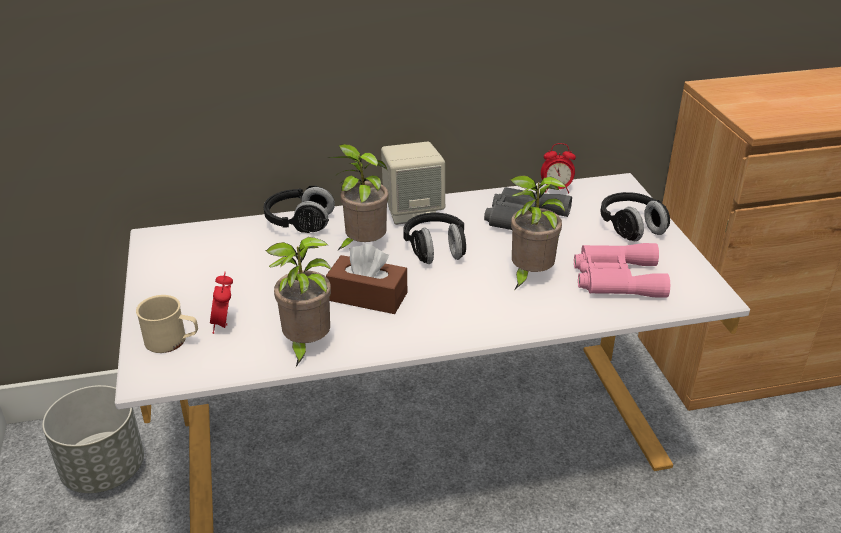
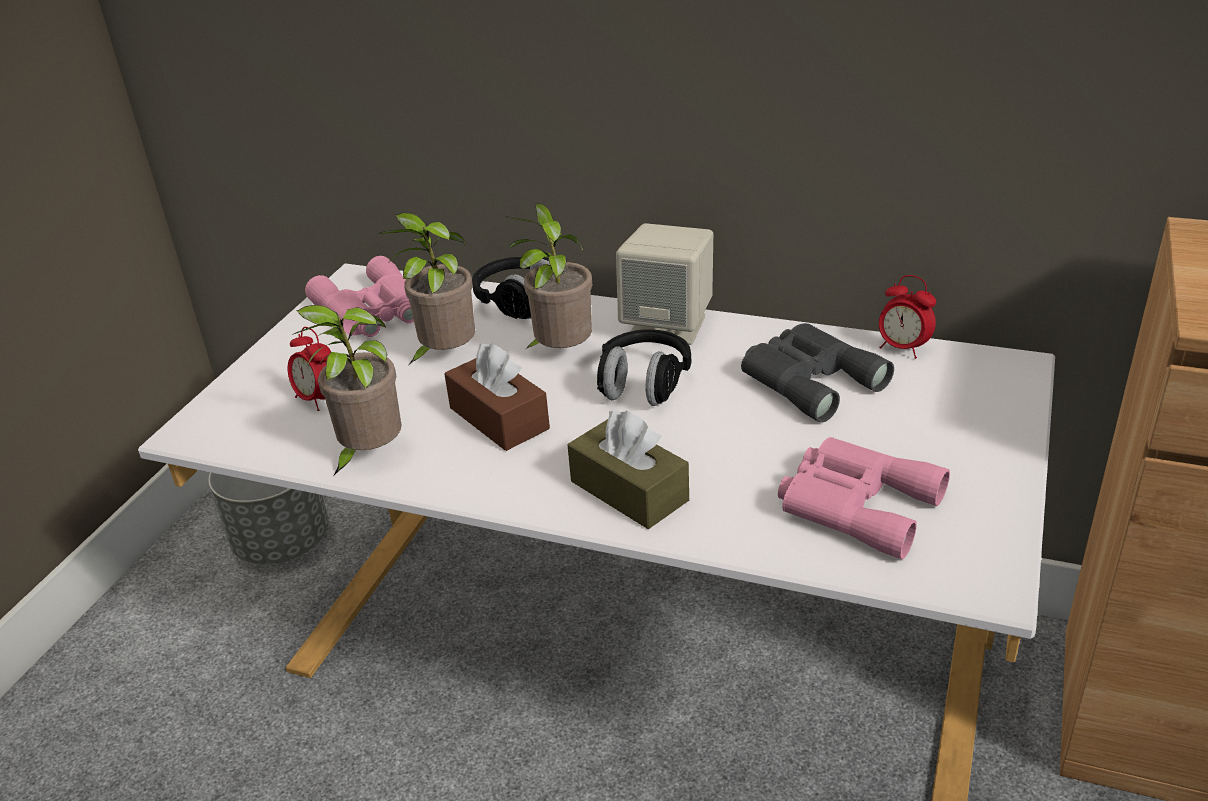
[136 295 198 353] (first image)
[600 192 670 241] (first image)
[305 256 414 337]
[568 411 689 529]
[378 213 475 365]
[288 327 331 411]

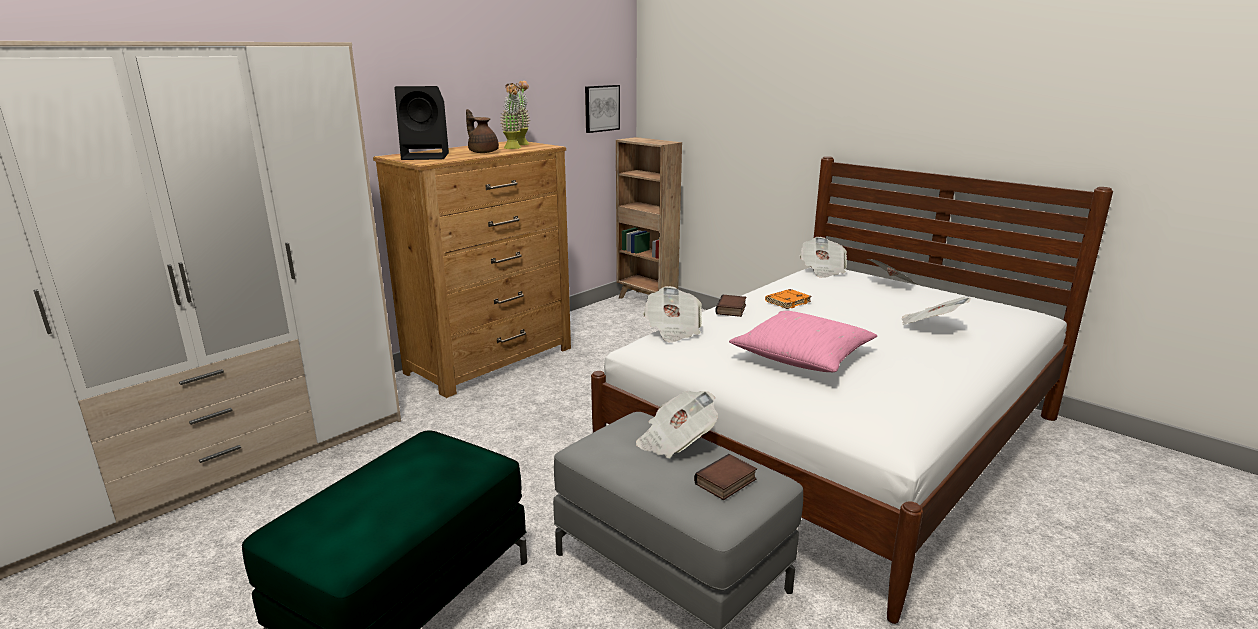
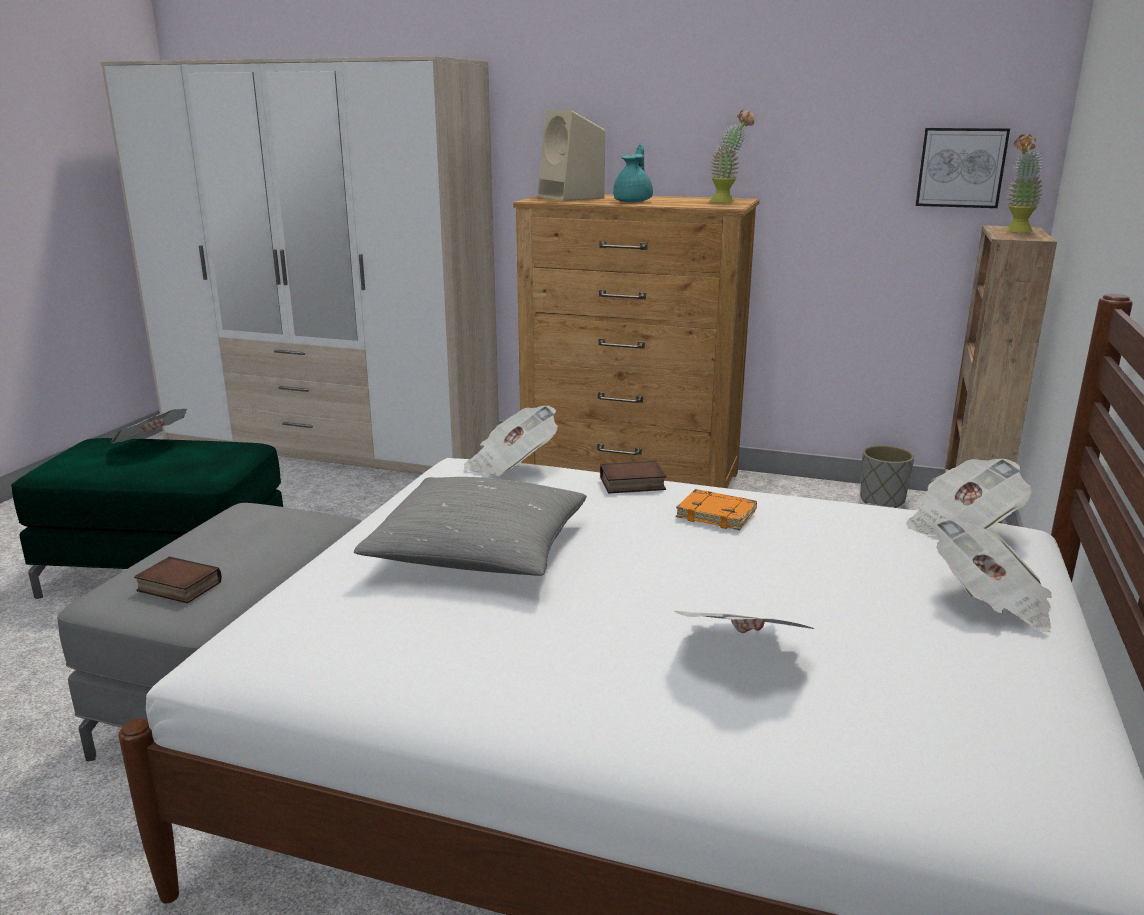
[860 445 914 508]
[1005 134 1044 233]
[110 409 187 444]
[538 110 605 201]
[613 144 653 202]
[354 477 587 576]

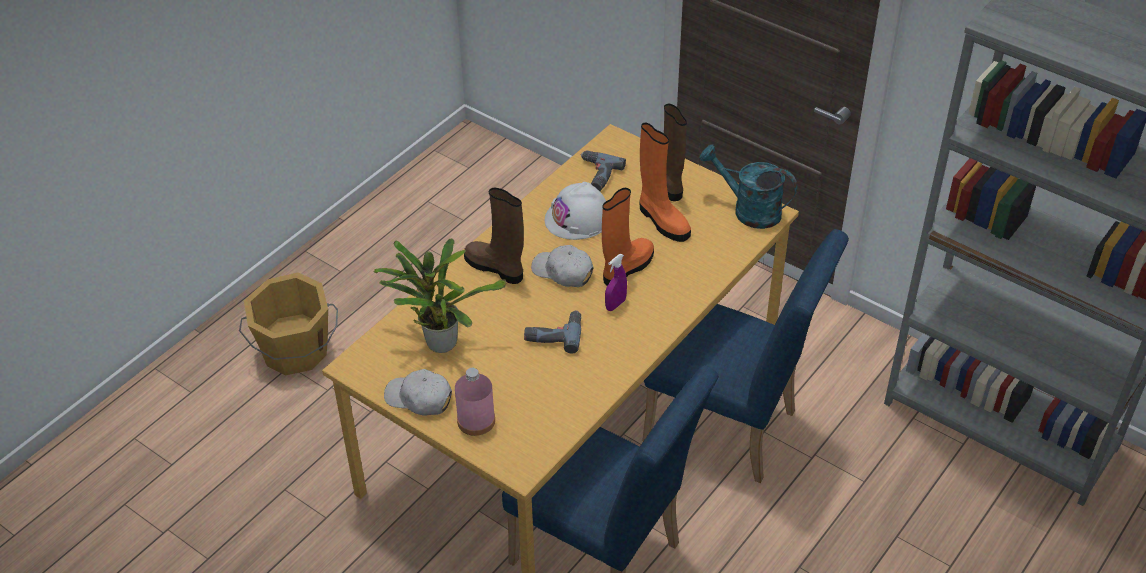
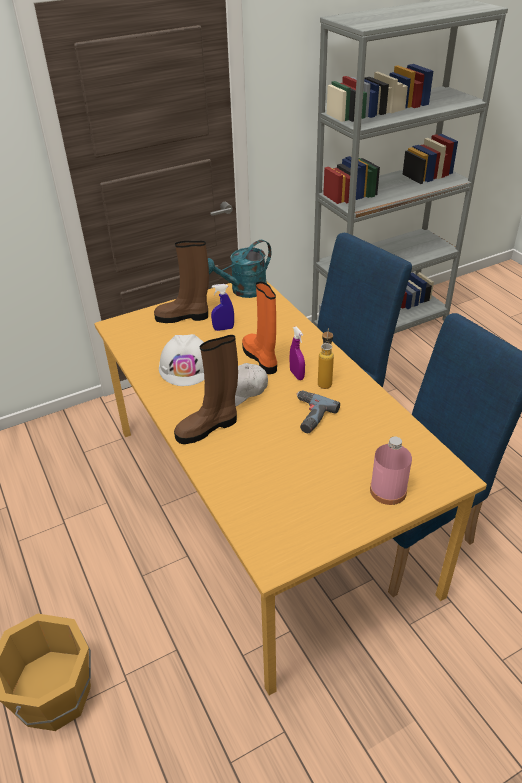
[373 238 507 353] (first image)
[384 369 452 416] (first image)
[581 150 626 191] (first image)
[318 328 334 389]
[211 284 234 331]

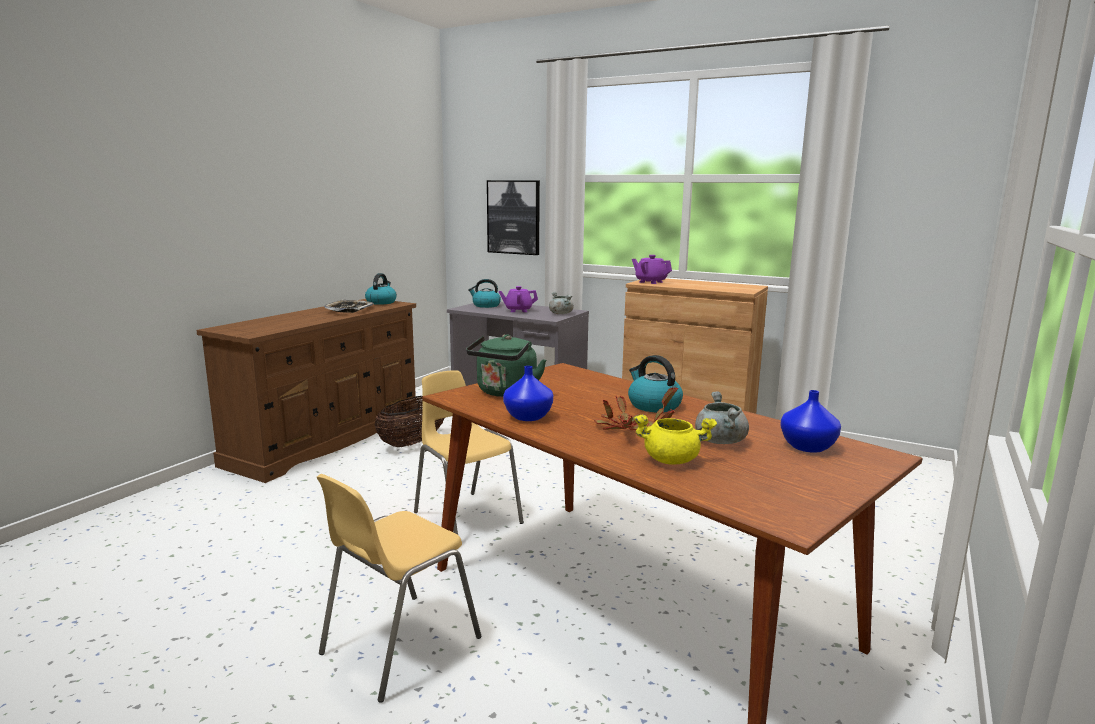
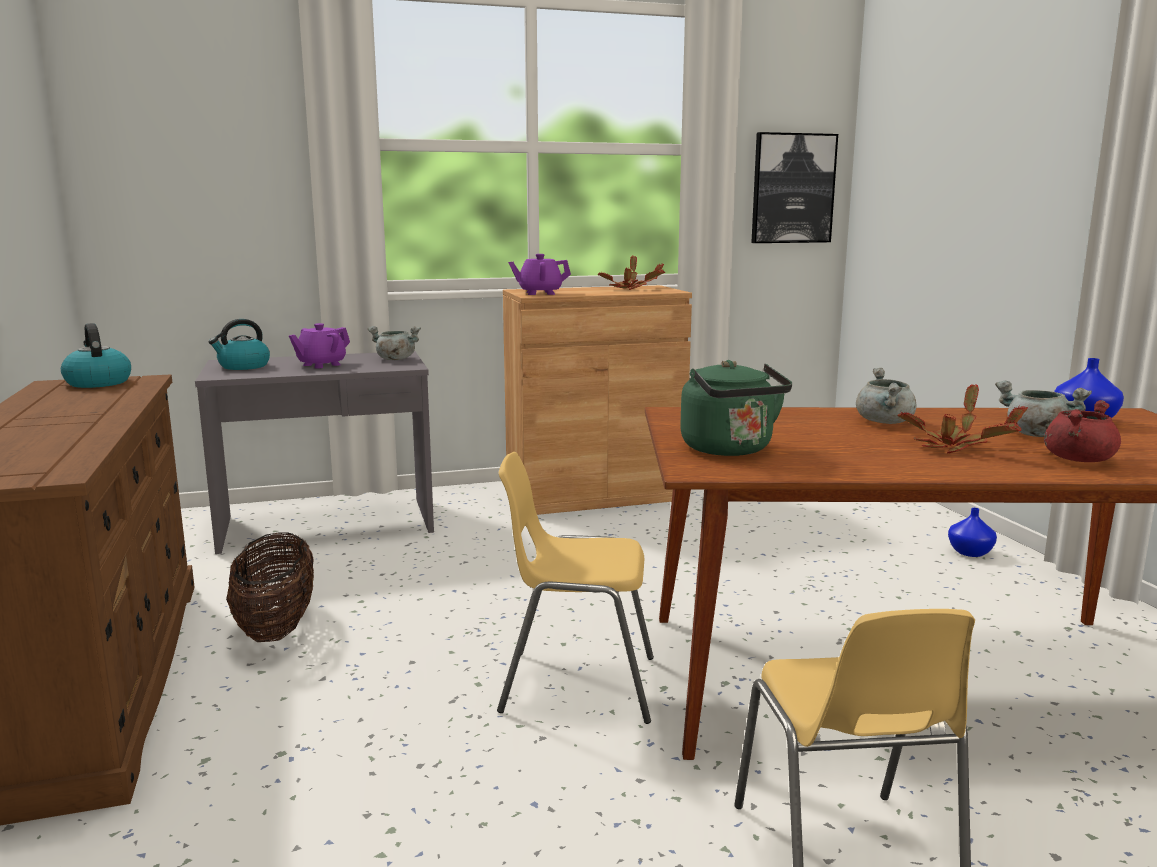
[324 300 374 313] (first image)
[597 255 665 290]
[751 132 838 243]
[948 508 997 557]
[856 368 917 424]
[1044 400 1121 462]

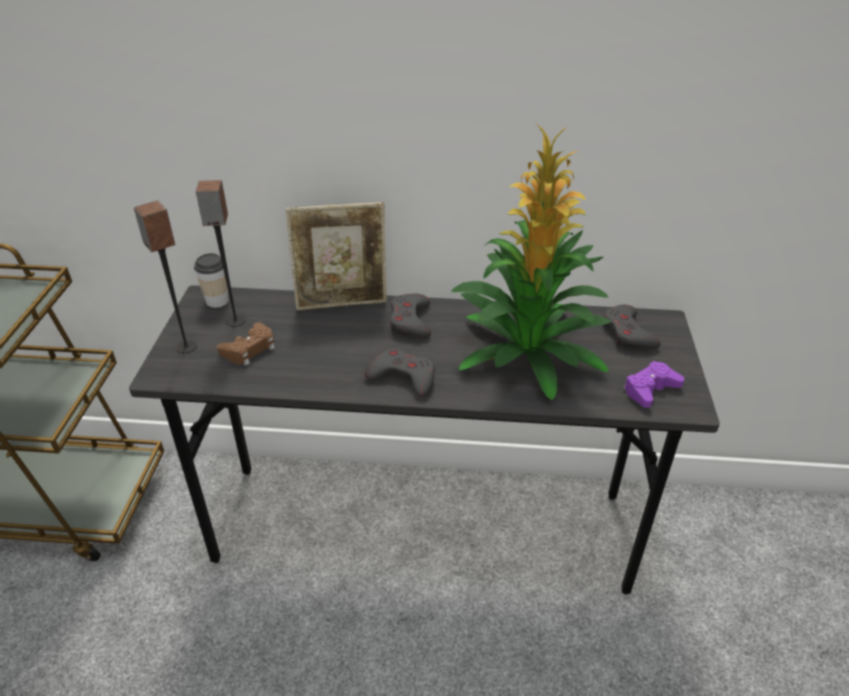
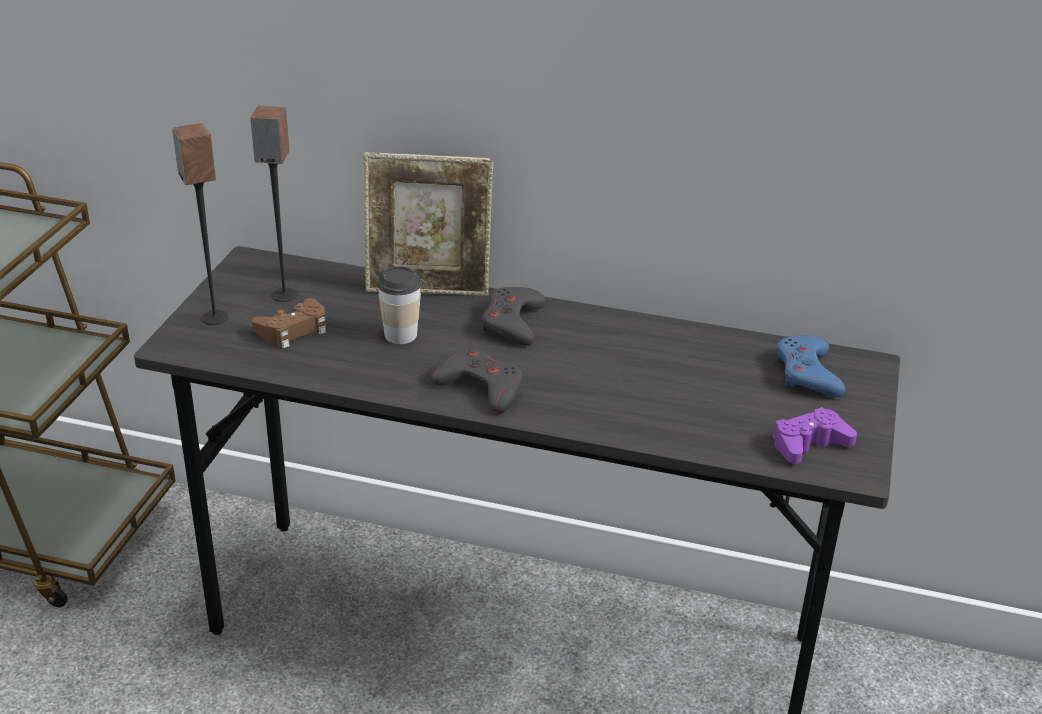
[452 124 612 400] (first image)
[377 266 422 344]
[776 335 846 397]

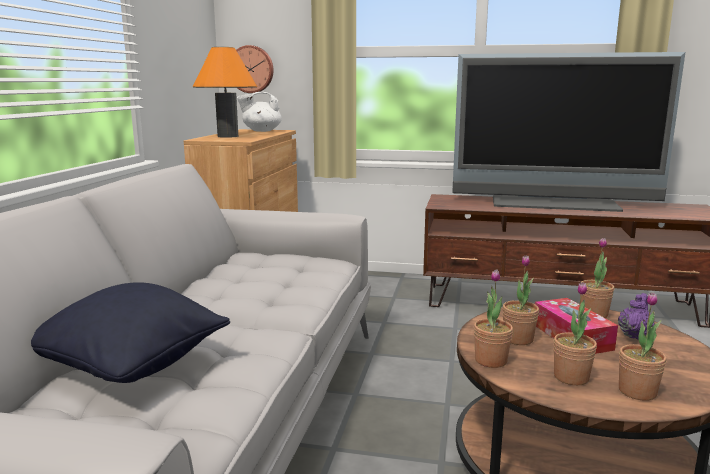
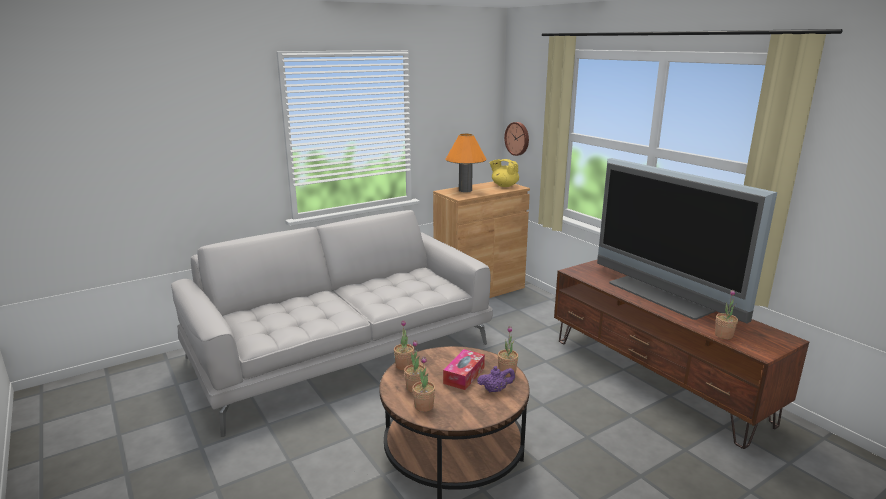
[31 282 230 383] (first image)
[715 290 738 339]
[490 159 519 187]

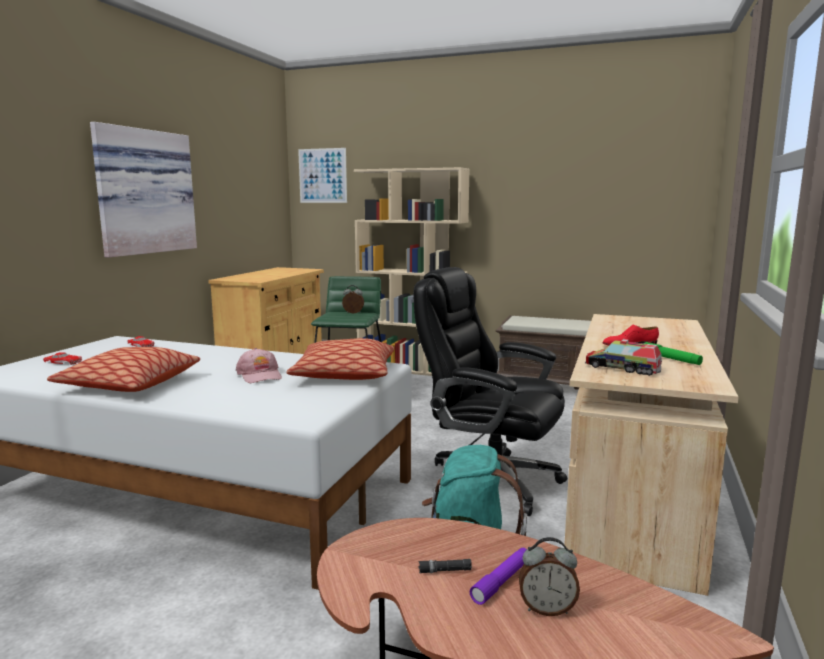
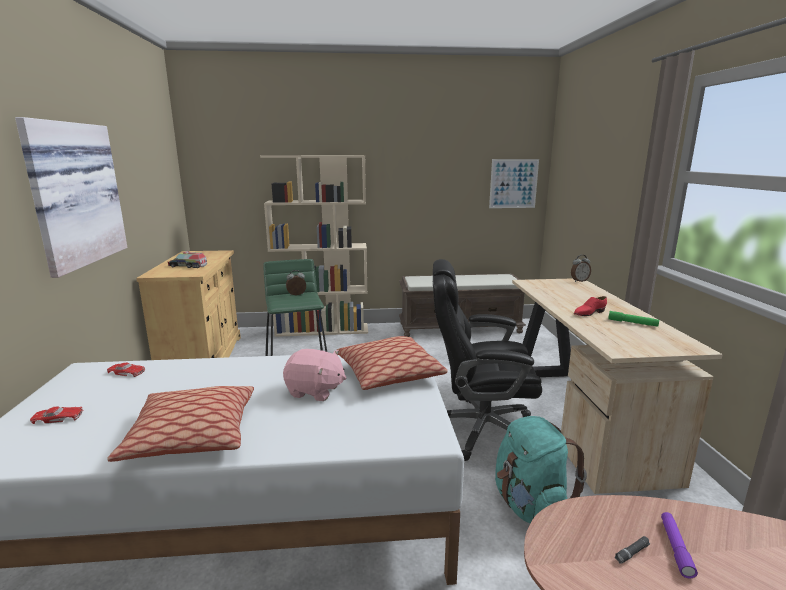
[489 159 539 208]
[571 255 591 282]
[168 251 207 268]
[283 349 347 401]

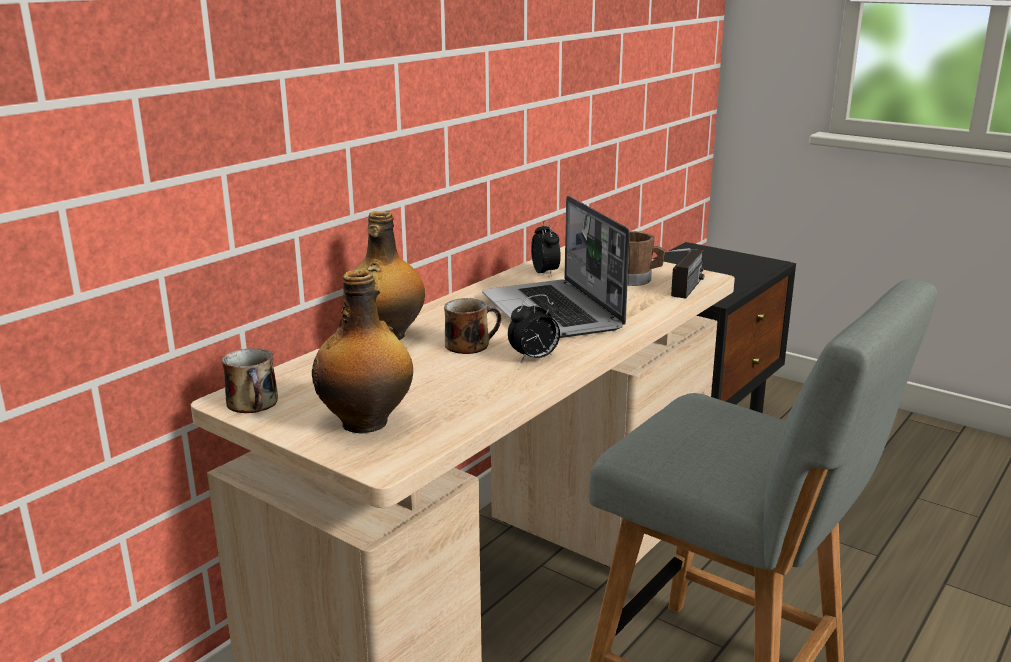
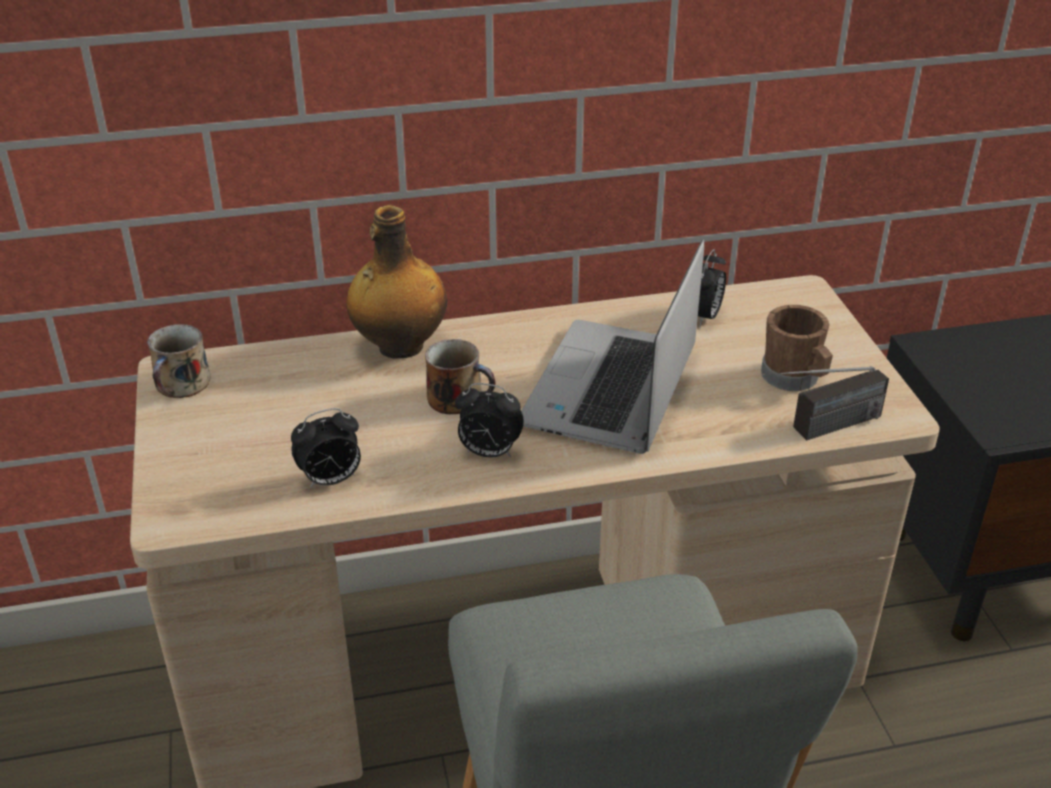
[312 269 413 434] (first image)
[291 408 361 488]

